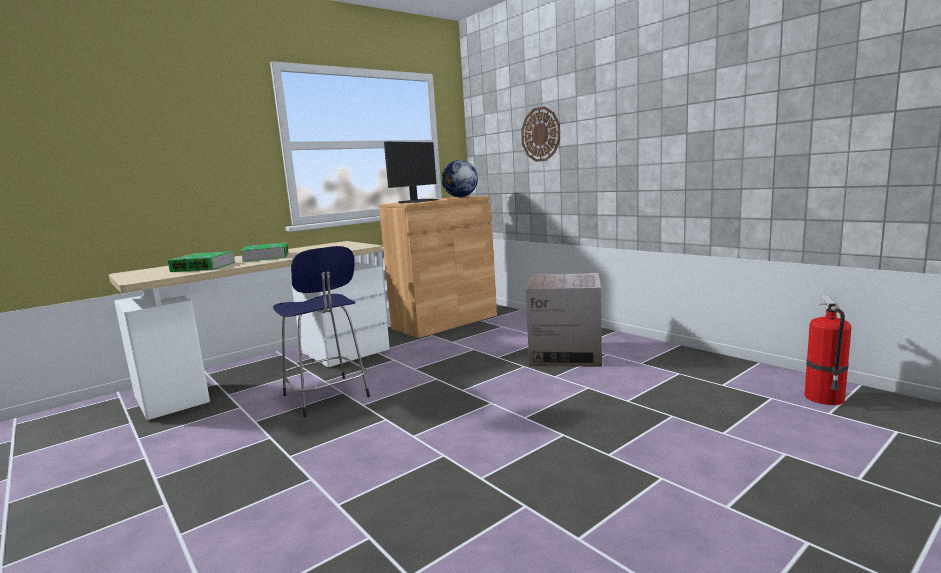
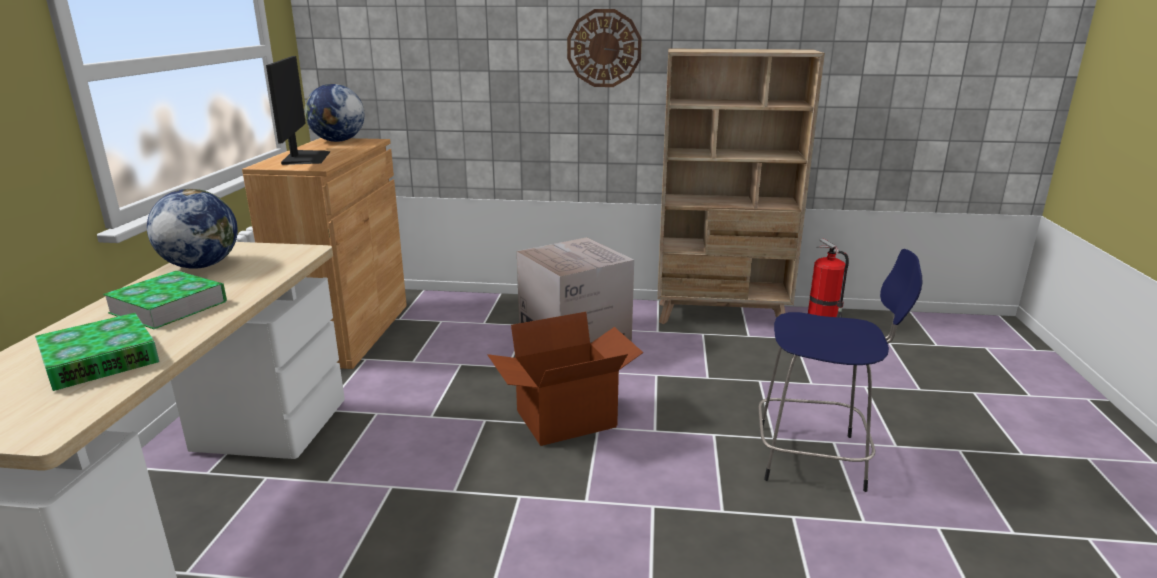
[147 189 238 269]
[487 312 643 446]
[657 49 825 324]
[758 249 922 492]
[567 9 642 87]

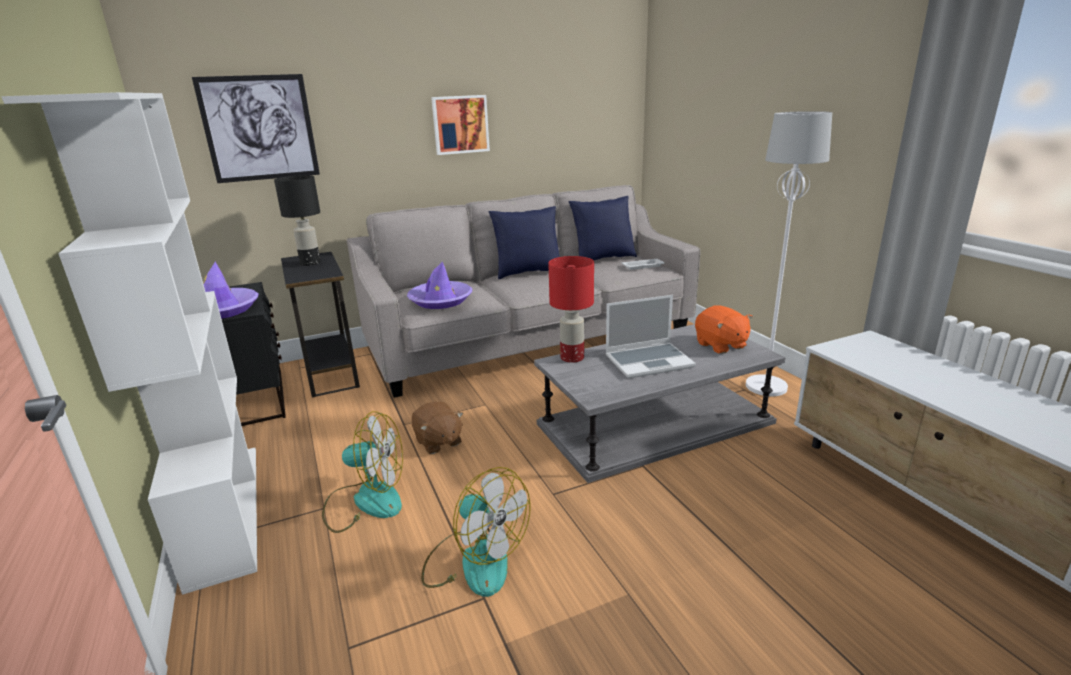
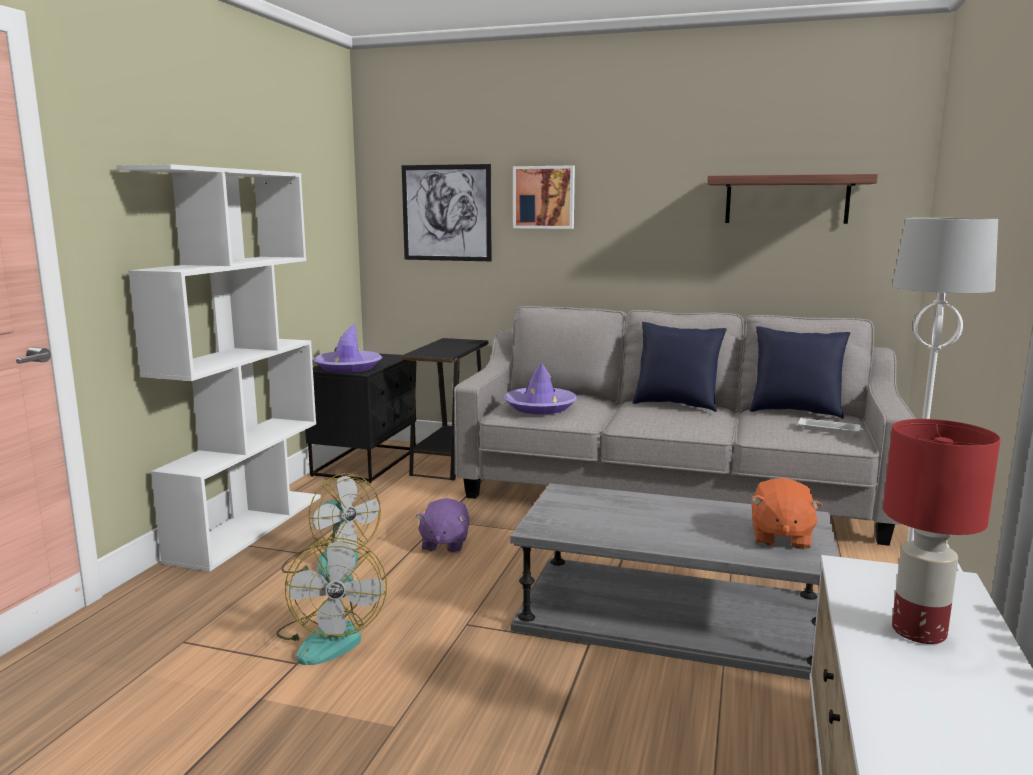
[274 175 321 266] (first image)
[606 295 696 379] (first image)
[707 174 878 224]
[513 166 575 229]
[883 419 1001 644]
[415 498 469 553]

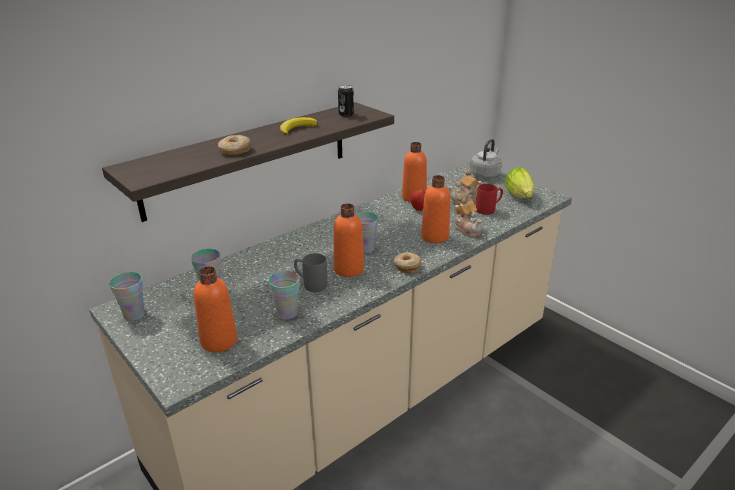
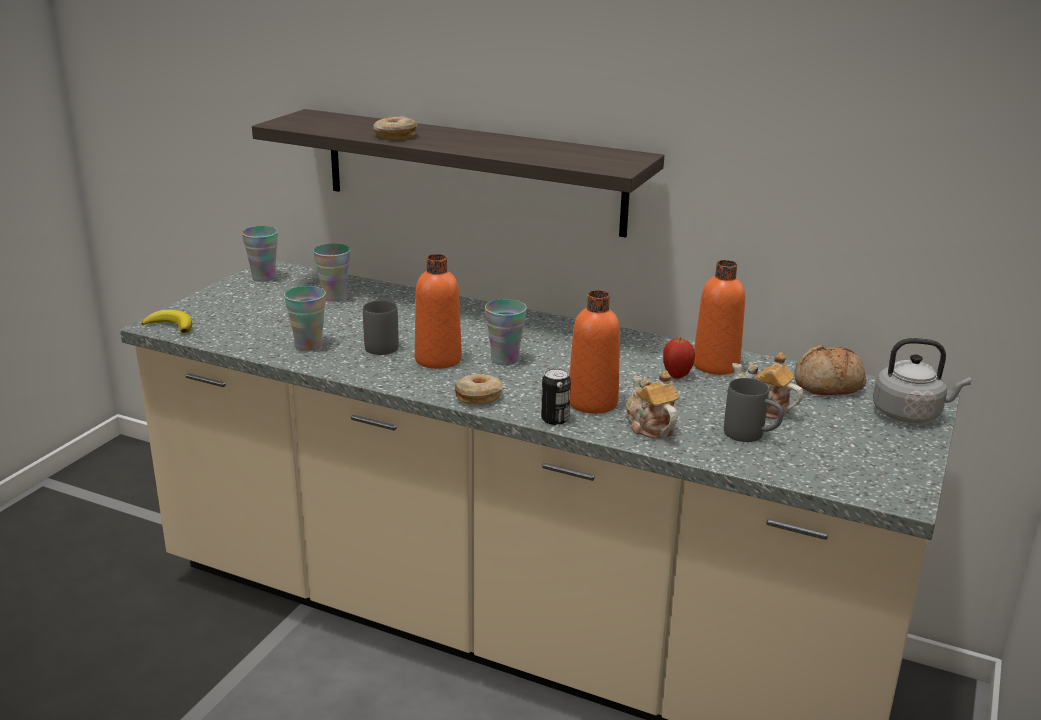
[193 266 237 352] (first image)
[505 167 534 198] (first image)
[794 344 866 395]
[142 310 193 333]
[541 368 571 425]
[724 378 783 442]
[625 371 679 439]

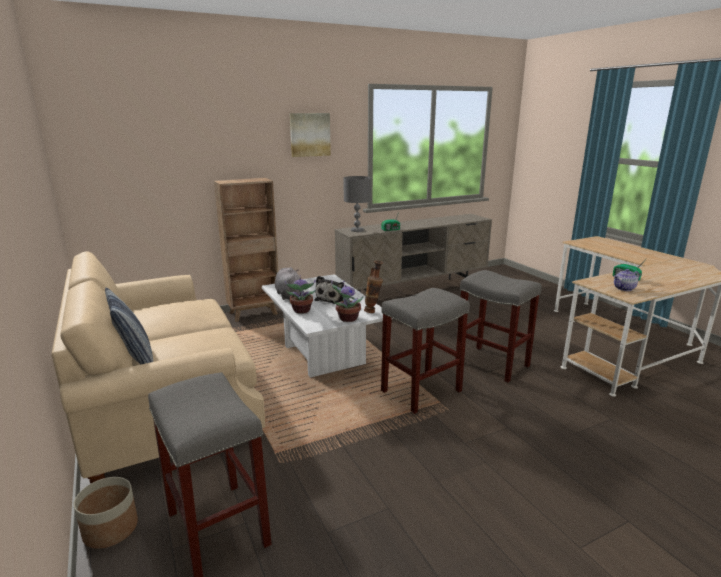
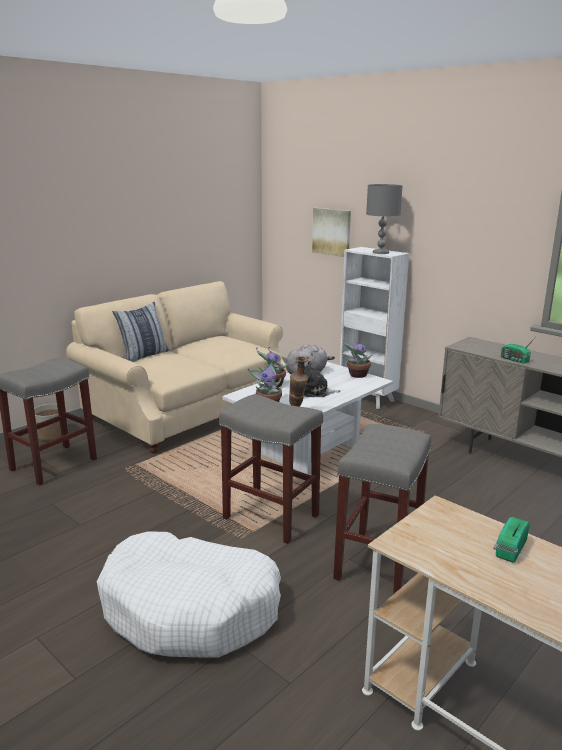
[613 269 640 291] (first image)
[97 531 281 657]
[342 339 373 378]
[312 208 351 257]
[366 184 402 254]
[340 247 409 409]

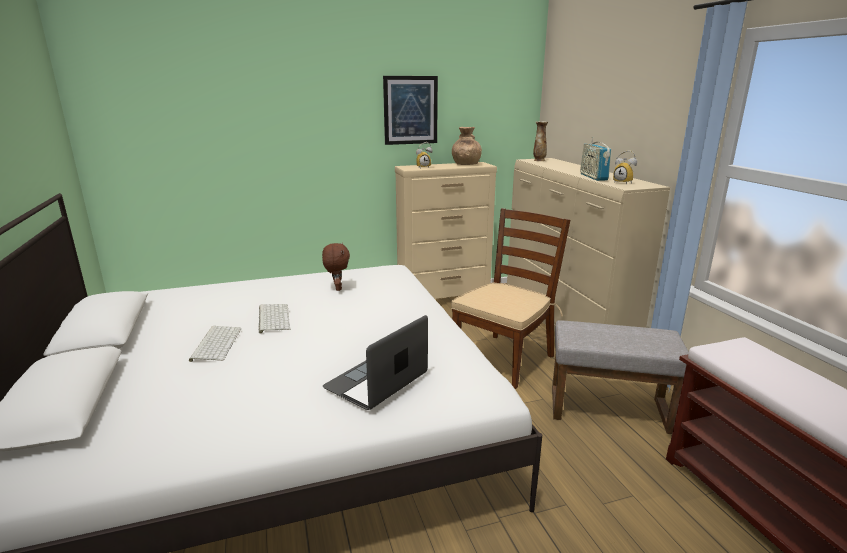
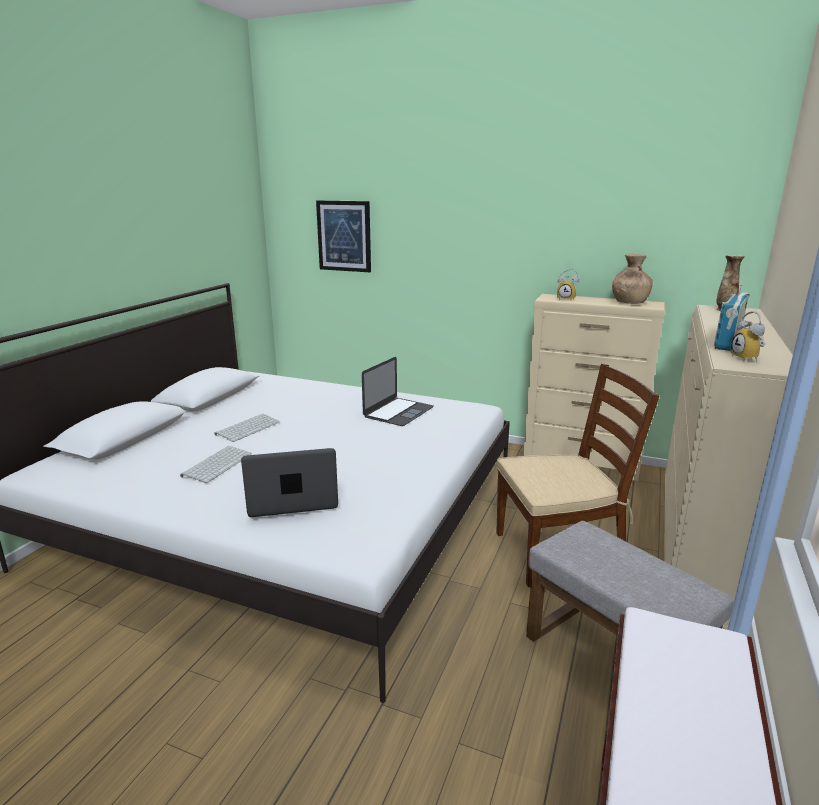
[180 446 252 483]
[316 200 371 272]
[362 357 434 426]

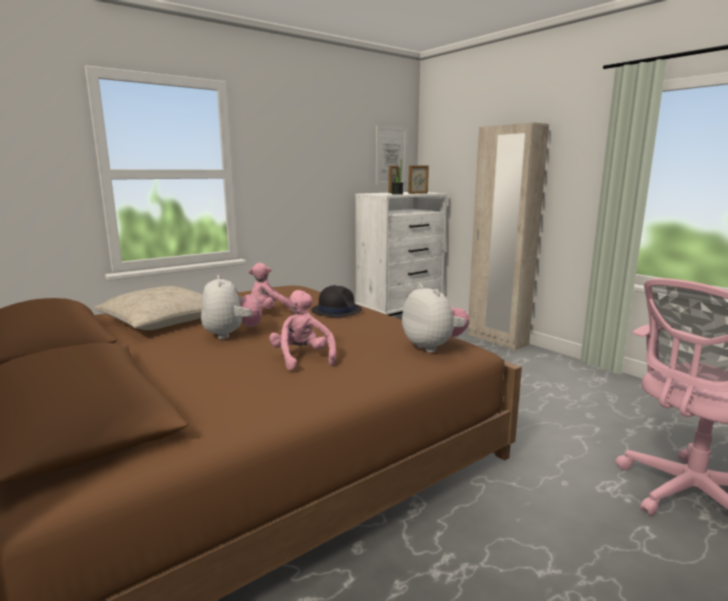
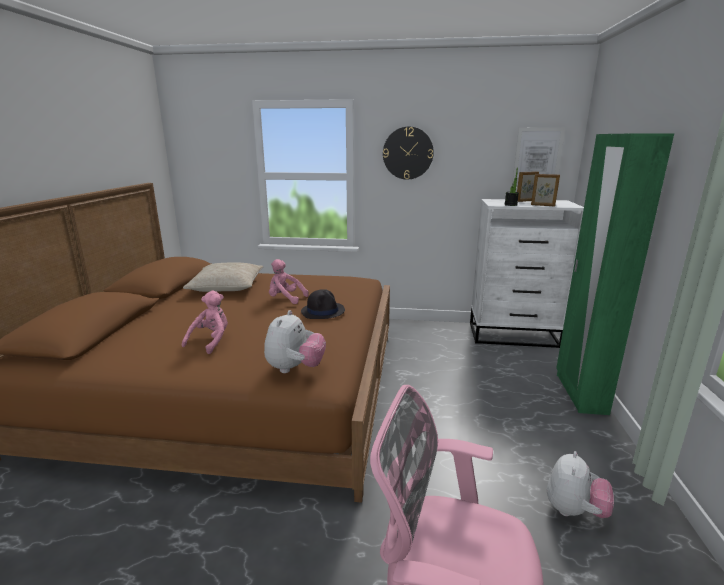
[383 127 434 180]
[547 451 614 518]
[556 133 674 415]

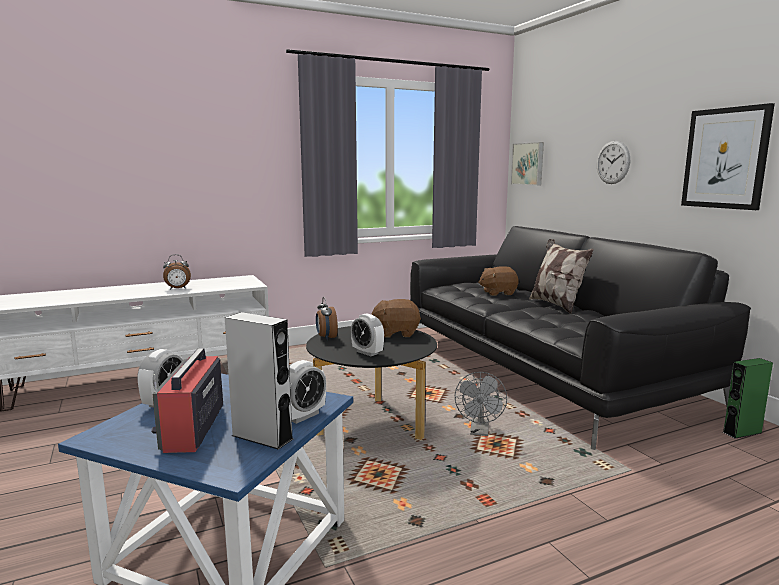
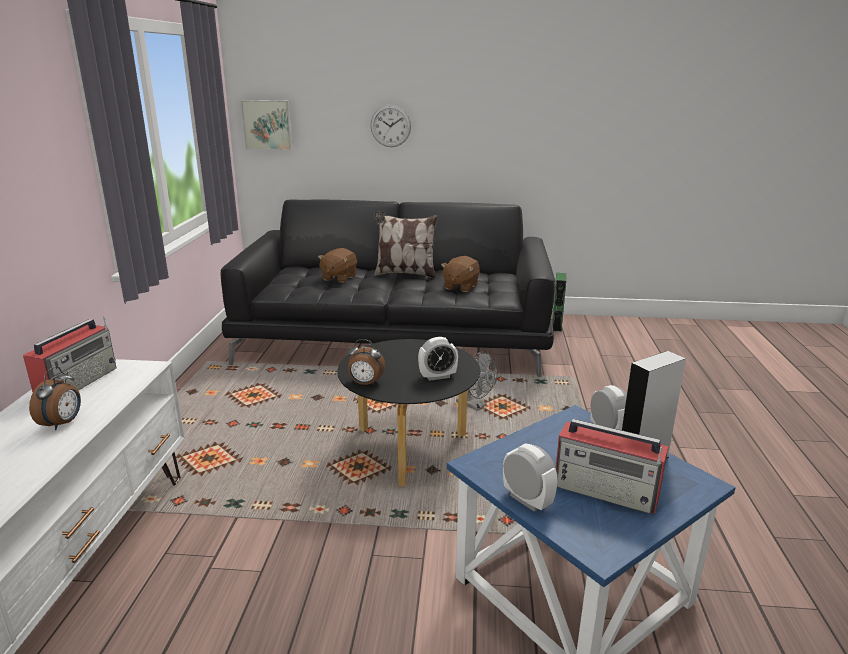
[681 103 775 210] (first image)
[23 316 117 392]
[441 256 480 292]

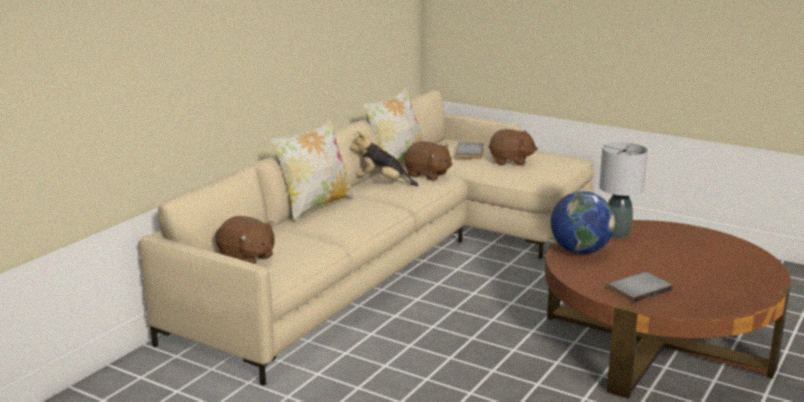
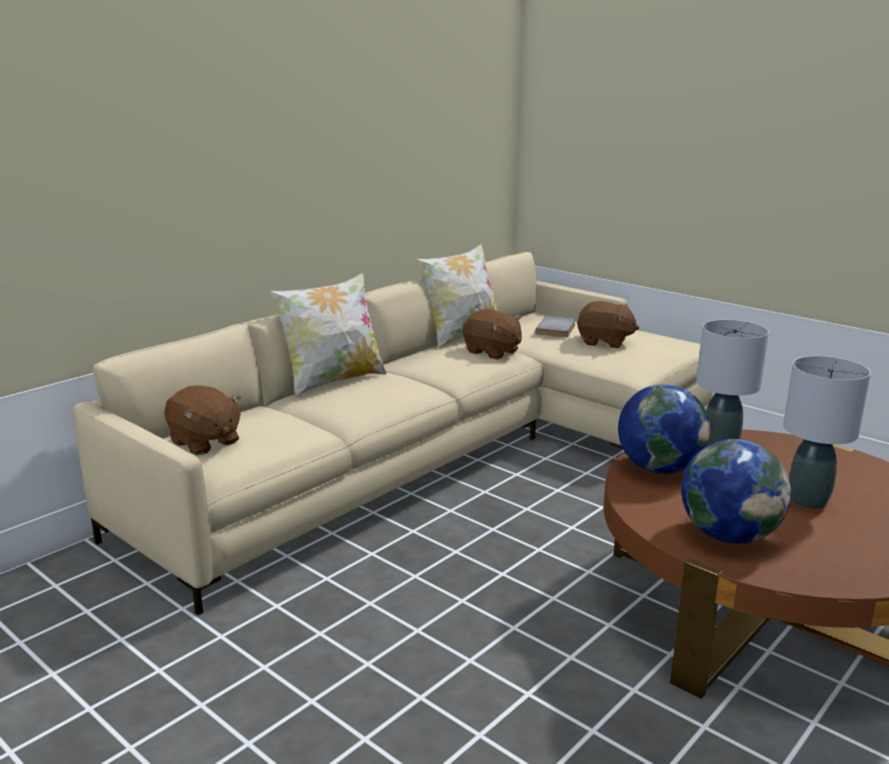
[350 131 418 186] (first image)
[783 356 871 509]
[681 439 791 544]

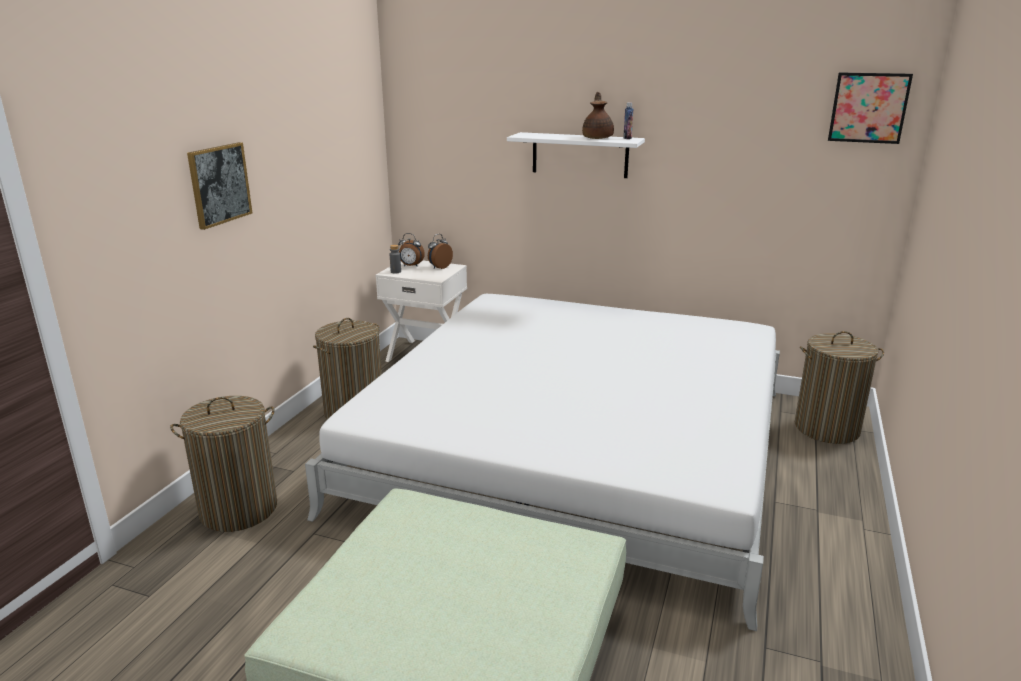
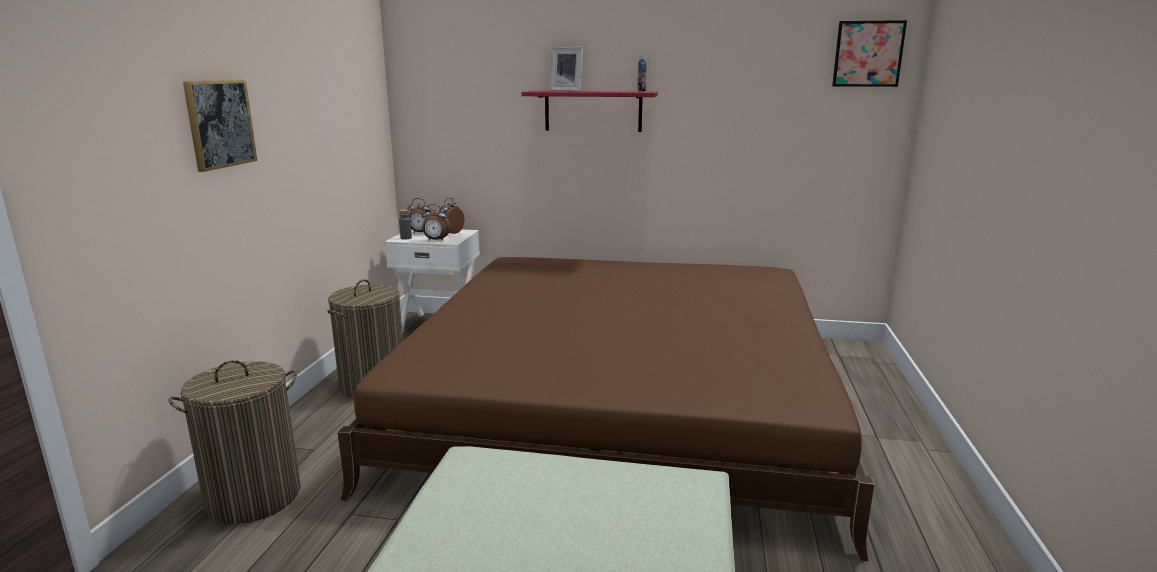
[582 92 614 139] (first image)
[795 331 884 444] (first image)
[422 204 451 241]
[549 47 583 91]
[338 257 875 562]
[521 91 658 132]

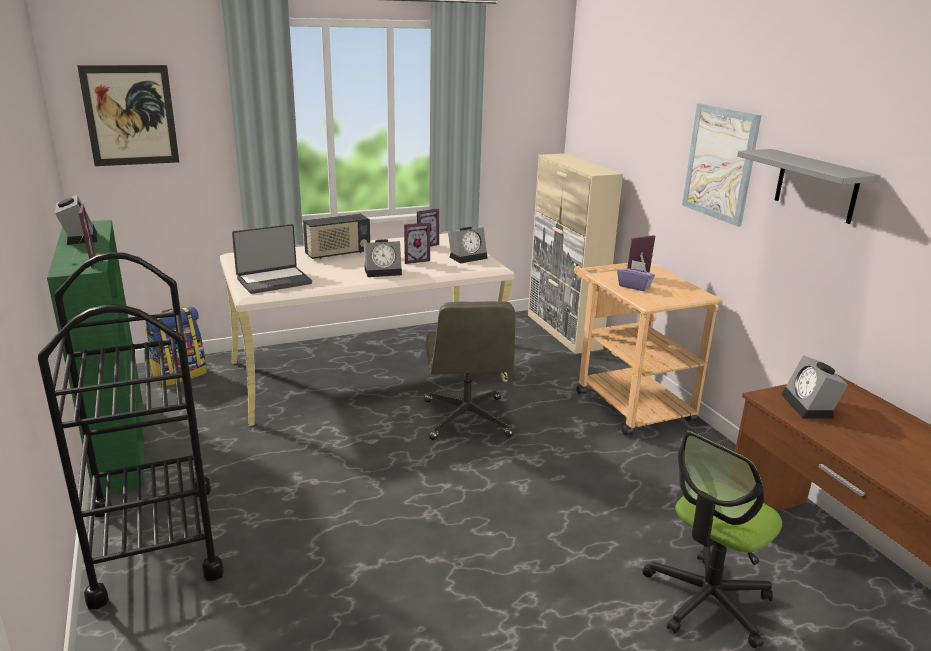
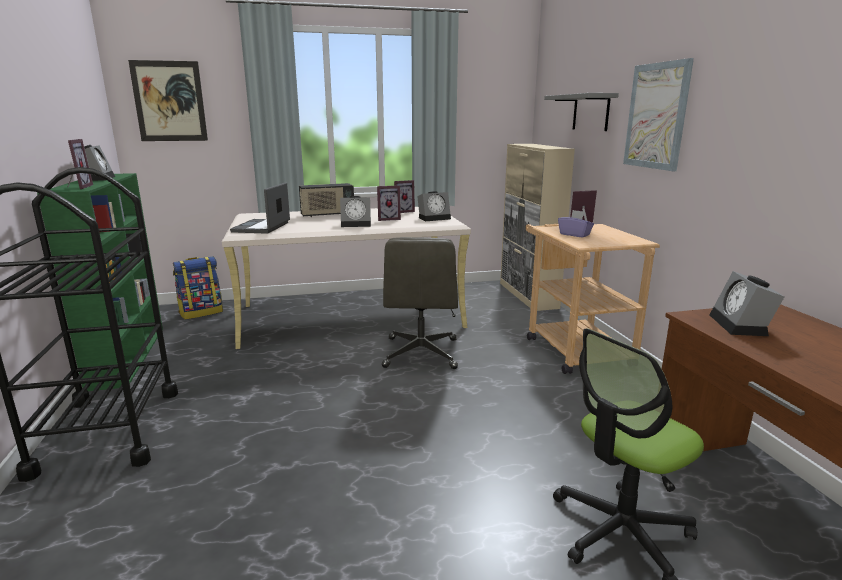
[544 93 619 131]
[230 182 290 234]

